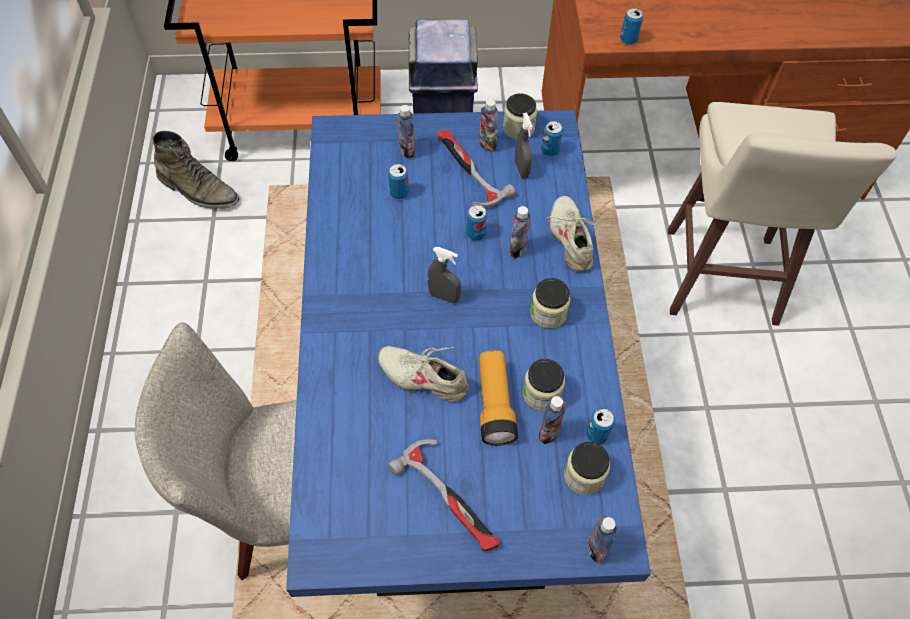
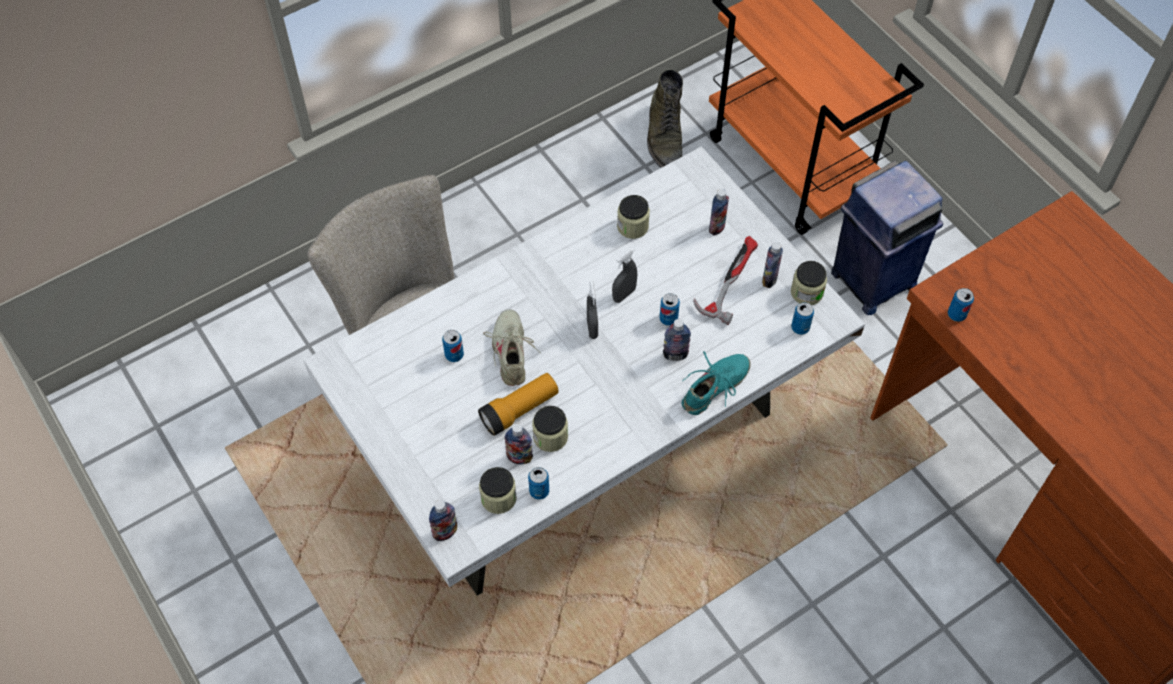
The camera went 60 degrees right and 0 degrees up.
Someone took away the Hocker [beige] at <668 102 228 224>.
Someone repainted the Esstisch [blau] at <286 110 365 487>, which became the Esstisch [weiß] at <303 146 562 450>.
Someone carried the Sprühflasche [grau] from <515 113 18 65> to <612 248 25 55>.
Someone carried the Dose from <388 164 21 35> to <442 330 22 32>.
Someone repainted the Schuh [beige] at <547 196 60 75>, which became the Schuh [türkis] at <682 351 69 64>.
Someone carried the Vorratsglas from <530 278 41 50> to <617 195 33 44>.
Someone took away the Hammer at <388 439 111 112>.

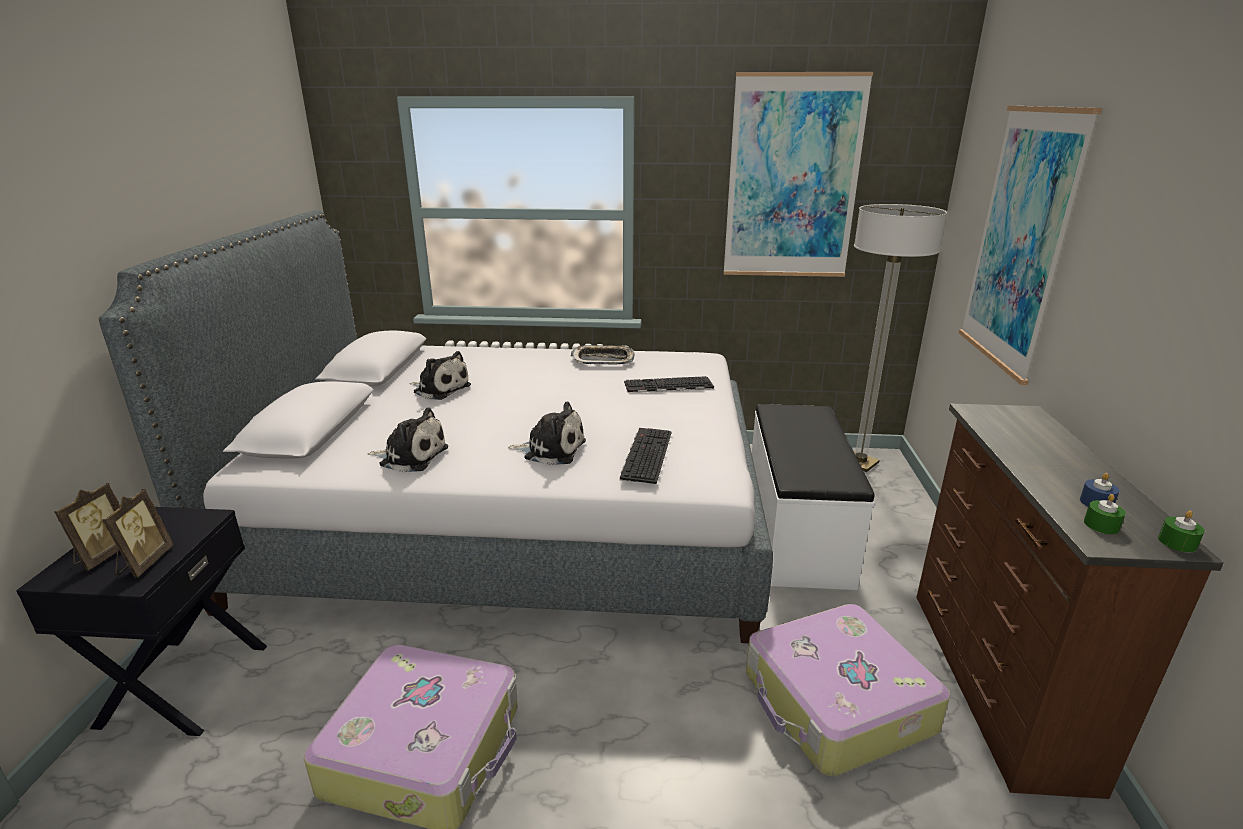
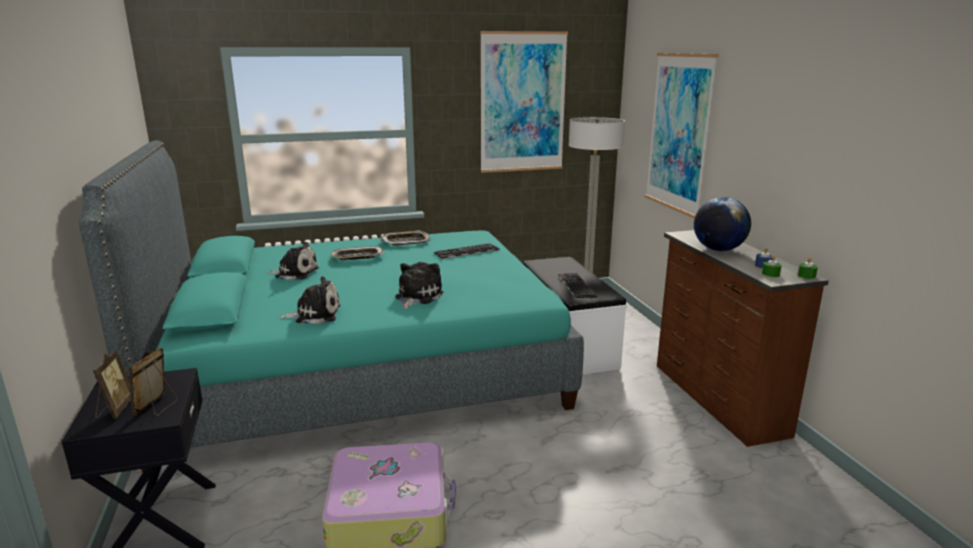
The camera went 20 degrees left and 5 degrees down.
Someone repainted the Bett [grau] at <98 210 675 433>, which became the Bett [türkis] at <79 140 505 333>.
Someone rotated the Plüschtier at <507 401 79 64> by 60 degrees counterclockwise.
Someone carried the Tastatur from <620 428 52 56> to <558 273 39 26>.
Someone rotated the Bilderrahmen at <102 489 71 89> by 150 degrees counterclockwise.
Someone took away the Koffer at <746 604 204 173>.
Someone put down the Globus at <694 197 57 54>.
Someone put down the Tablett at <330 246 54 14>.

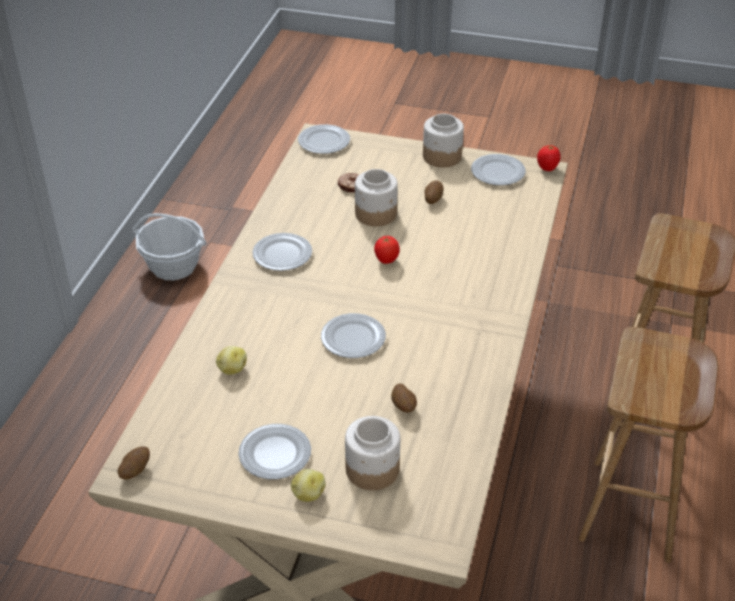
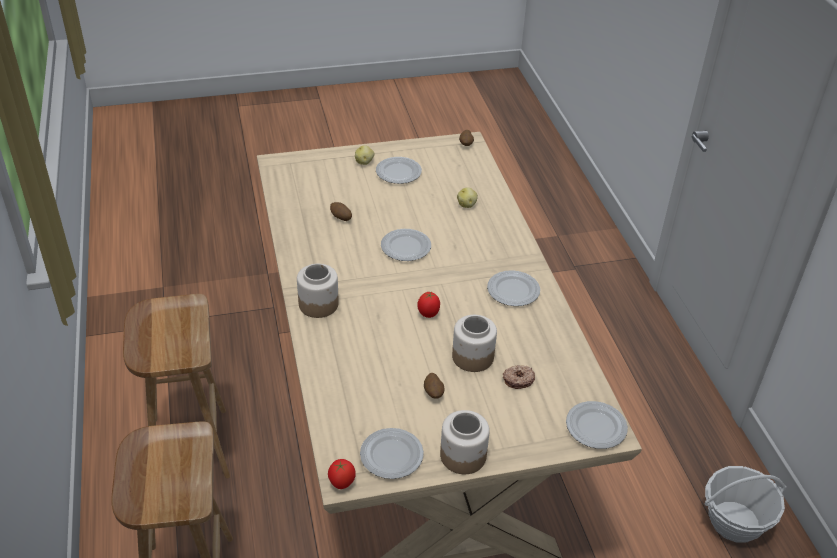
The camera went 150 degrees right and 0 degrees up.
Someone carried the Vorratsglas from <345 416 55 74> to <297 264 42 54>.

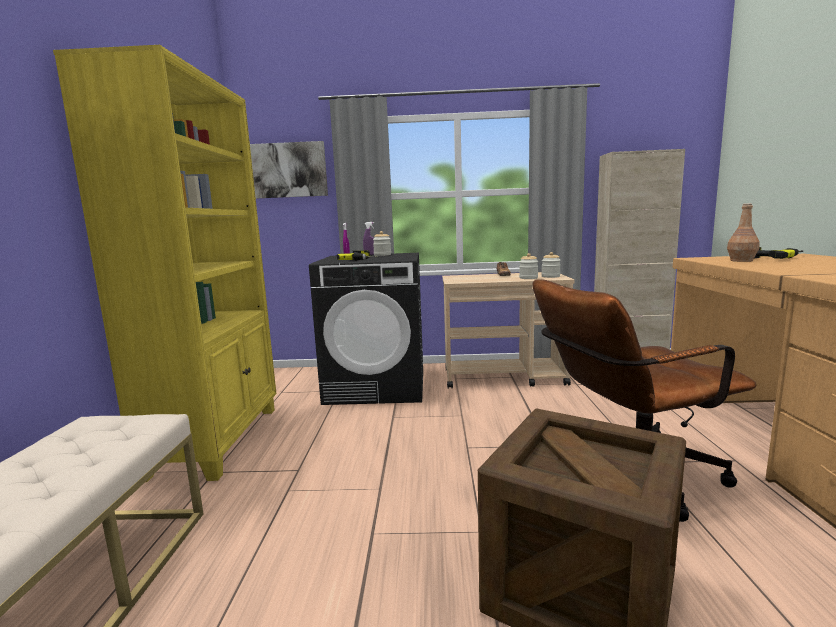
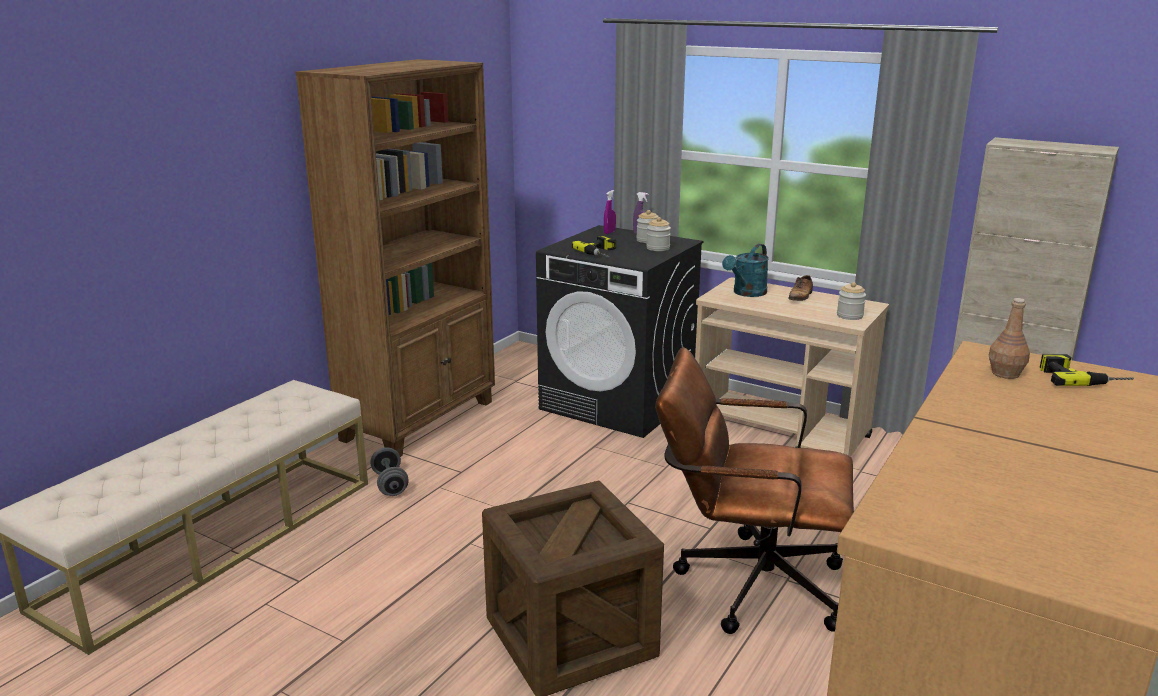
The camera went 30 degrees right and 10 degrees up.
Someone repainted the Bücherregal [gelb] at <53 45 223 437>, which became the Bücherregal [braun] at <295 59 200 398>.
Someone took away the Bild at <250 141 78 57>.
Someone carried the Vorratsglas from <519 253 19 26> to <646 217 25 34>.
Someone put down the Gießkanne [türkis] at <722 244 47 53>.
Someone put down the Hantel [grau] at <370 447 39 49>.

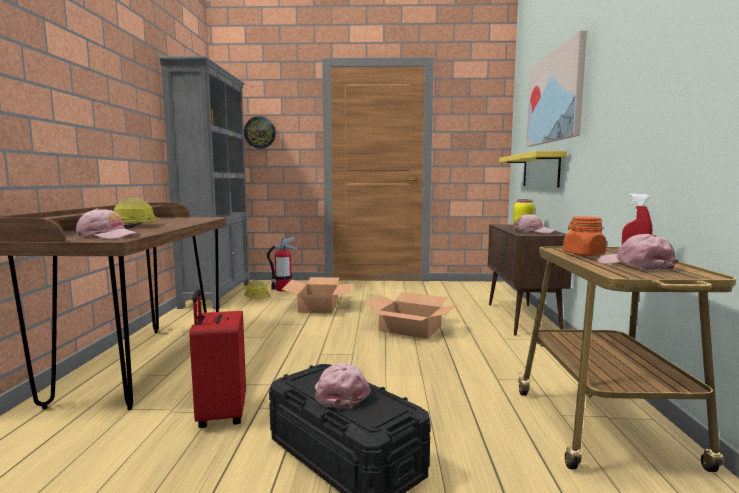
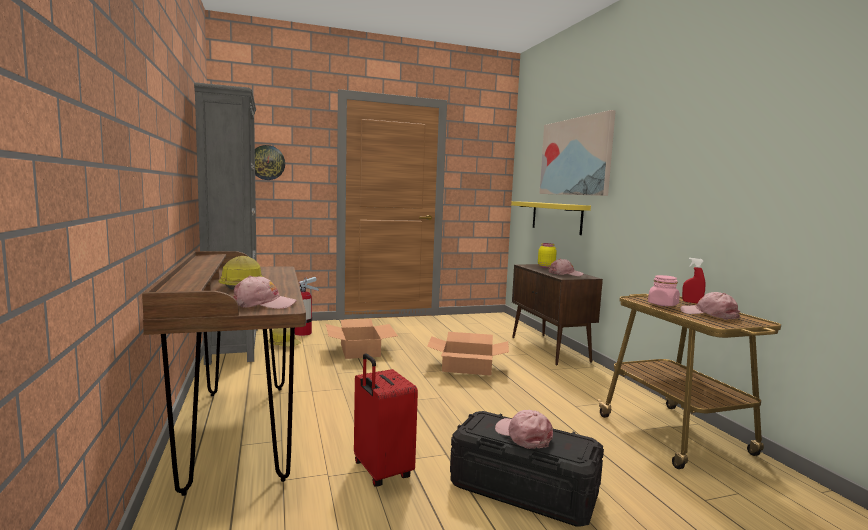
The camera went 20 degrees left and 0 degrees up.
Someone repainted the Vorratsglas [orange] at <563 216 43 40>, which became the Vorratsglas [rosa] at <648 275 32 31>.

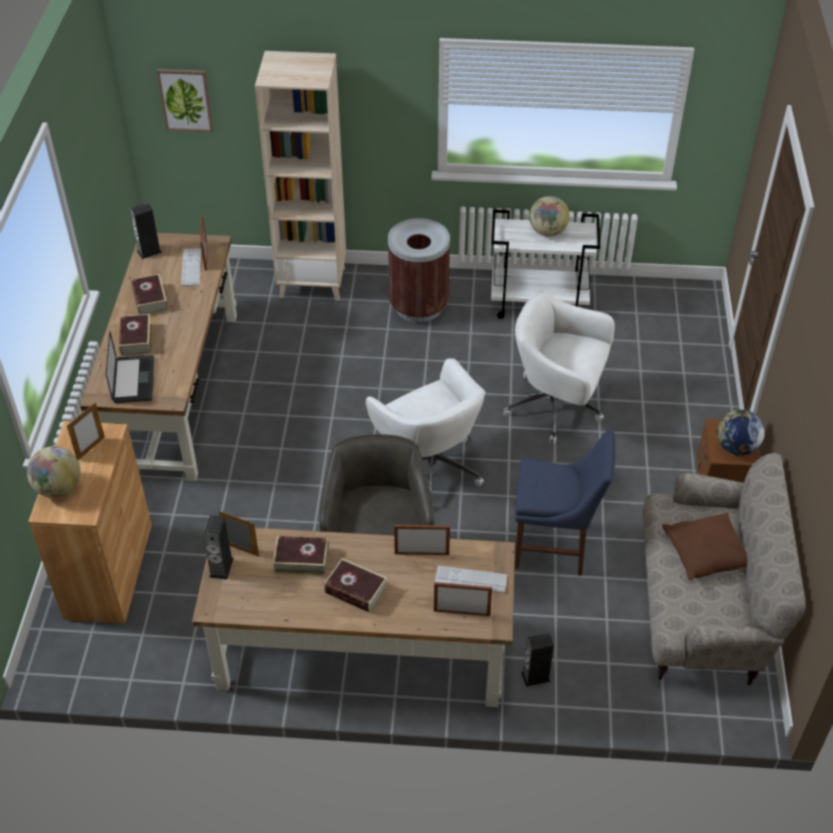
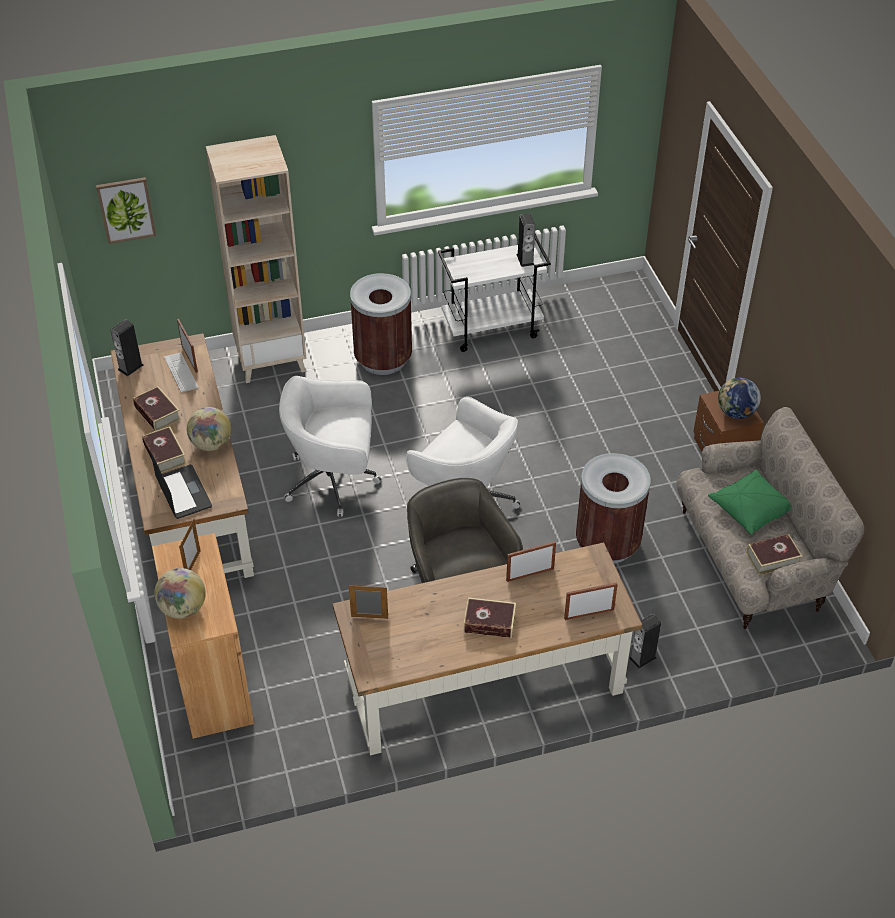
The camera went 20 degrees left and 0 degrees up.
Someone carried the Globus from <529 196 41 41> to <187 407 44 44>.
Someone carried the Bürostuhl [weiß] from <503 293 112 151> to <279 376 103 141>.
Someone swapped the Stuhl [blau] at <515 431 100 145> for the Mülleimer [braun] at <576 453 75 111>.
Someone repainted the Kissen [braun] at <662 512 85 68>, which became the Kissen [grün] at <708 469 83 66>.
Someone carried the Lautsprecher from <203 515 30 65> to <517 213 18 54>.
Someone carried the Buch from <273 536 56 39> to <746 534 56 41>.
Someone took away the Tastatur at <435 566 72 27>.

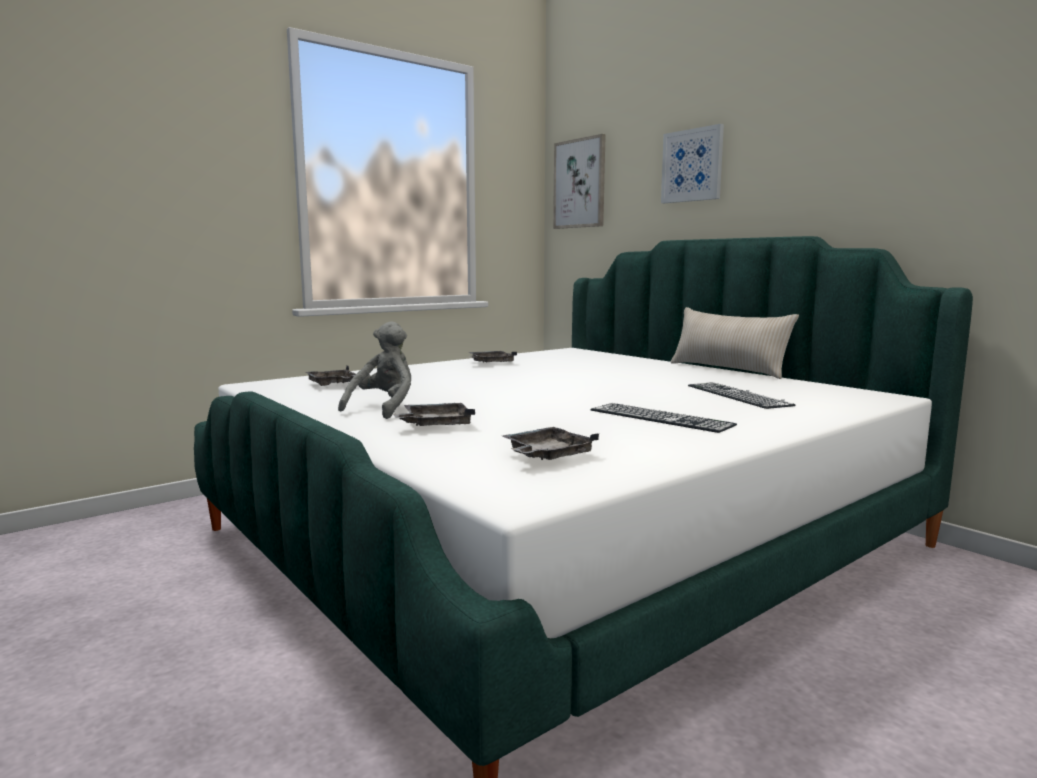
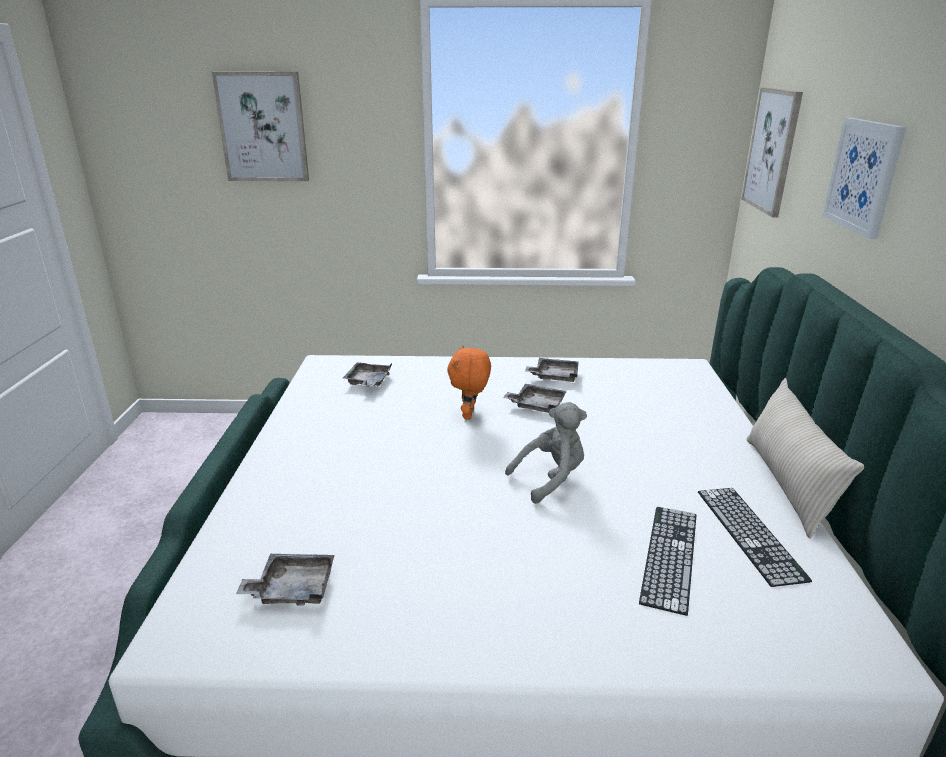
The camera went 40 degrees right and 15 degrees up.
Someone carried the Plüschtier [grau] from <338 321 73 98> to <505 402 82 102>.
Someone carried the Tablett [grau] from <393 403 82 23> to <503 384 64 29>.
Someone carried the Tastatur from <591 403 146 30> to <698 488 114 99>.
Someone put up the Bild at <212 72 97 109>.
Someone put down the Plüschtier [orange] at <447 345 44 75>.

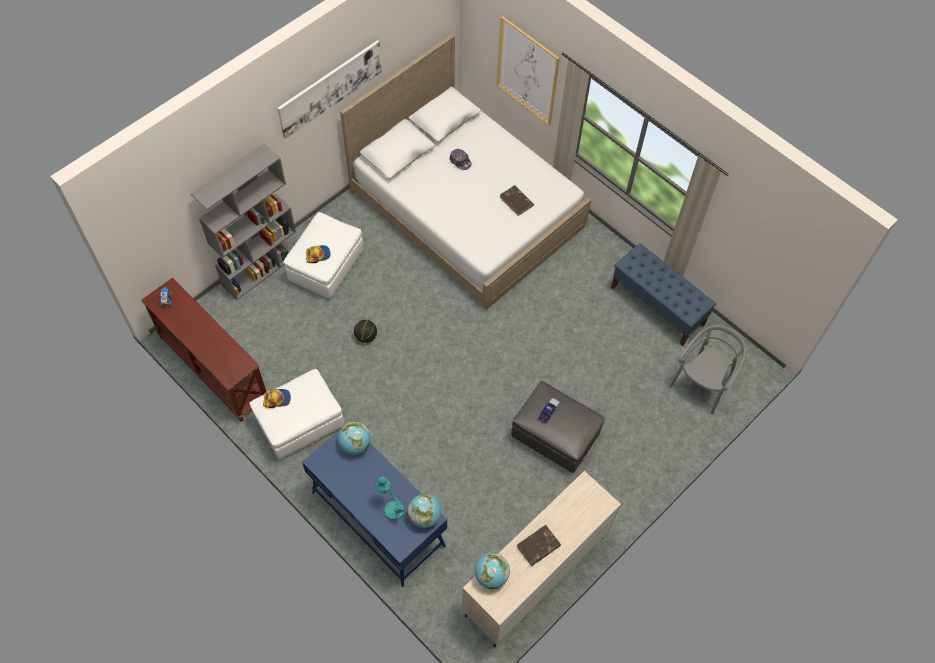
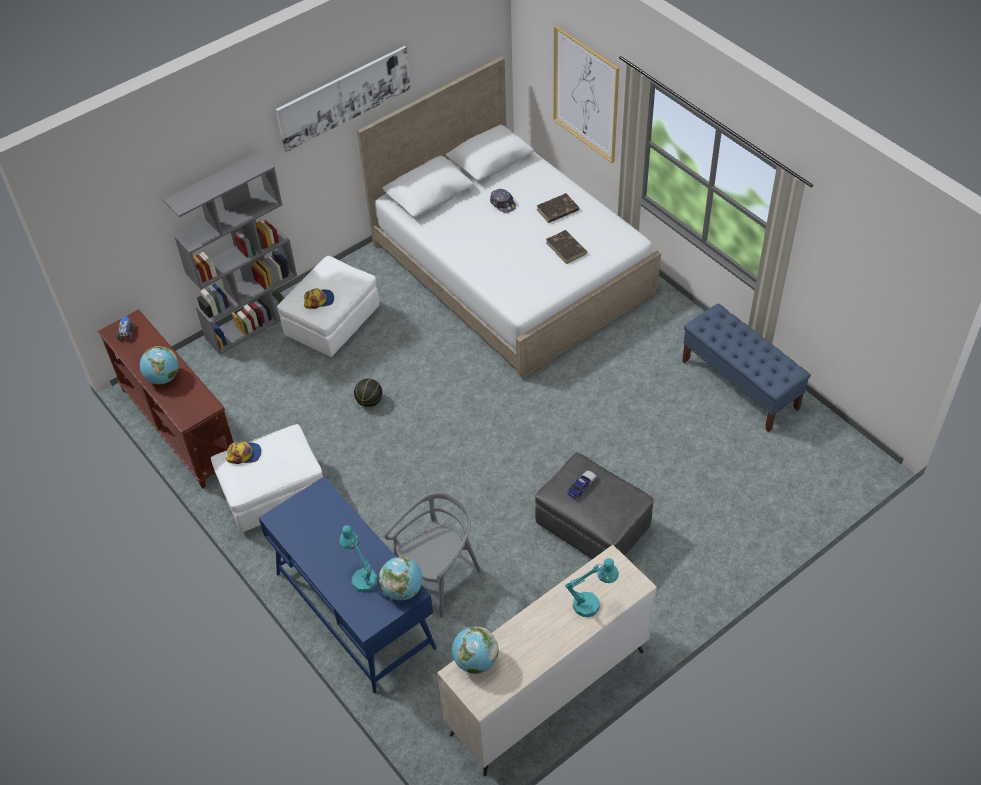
The camera went 10 degrees right and 10 degrees down.
Someone carried the Stuhl [grau] from <669 325 77 89> to <384 492 97 126>.
Someone carried the Globus from <338 422 33 33> to <140 346 39 38>.
Someone carried the Buch [braun] from <517 525 44 41> to <537 193 42 30>.
Someone put down the Tischlampe [türkis] at <565 558 54 59>.

